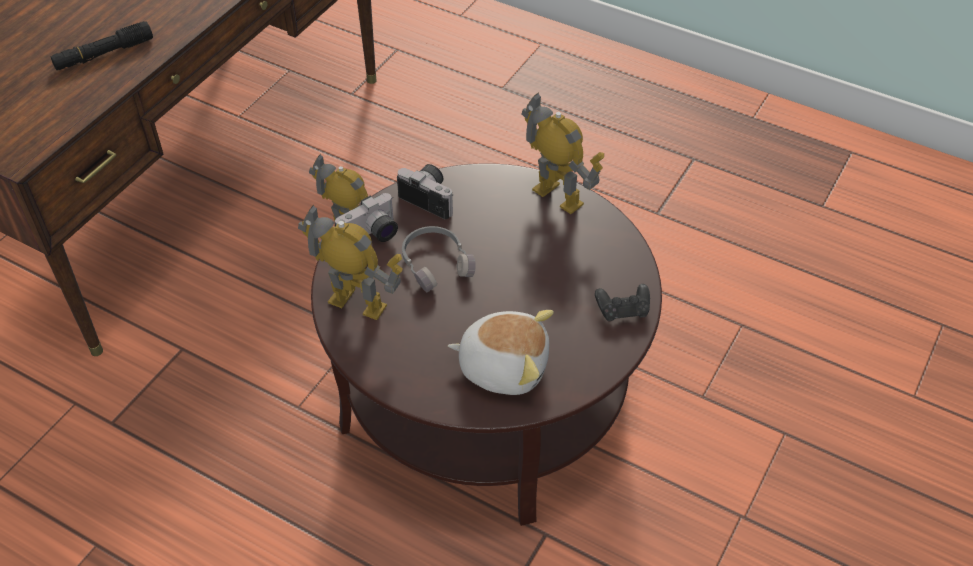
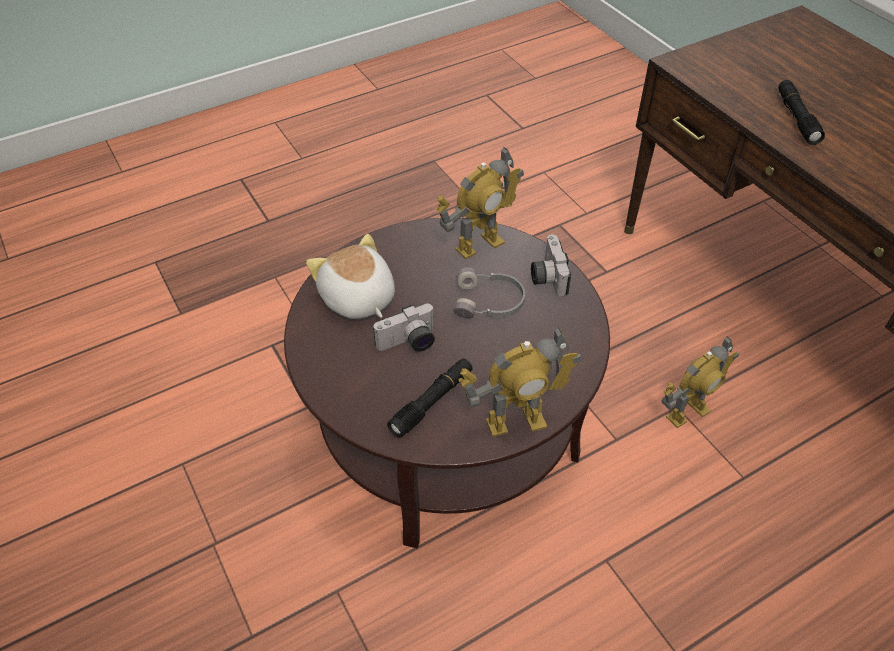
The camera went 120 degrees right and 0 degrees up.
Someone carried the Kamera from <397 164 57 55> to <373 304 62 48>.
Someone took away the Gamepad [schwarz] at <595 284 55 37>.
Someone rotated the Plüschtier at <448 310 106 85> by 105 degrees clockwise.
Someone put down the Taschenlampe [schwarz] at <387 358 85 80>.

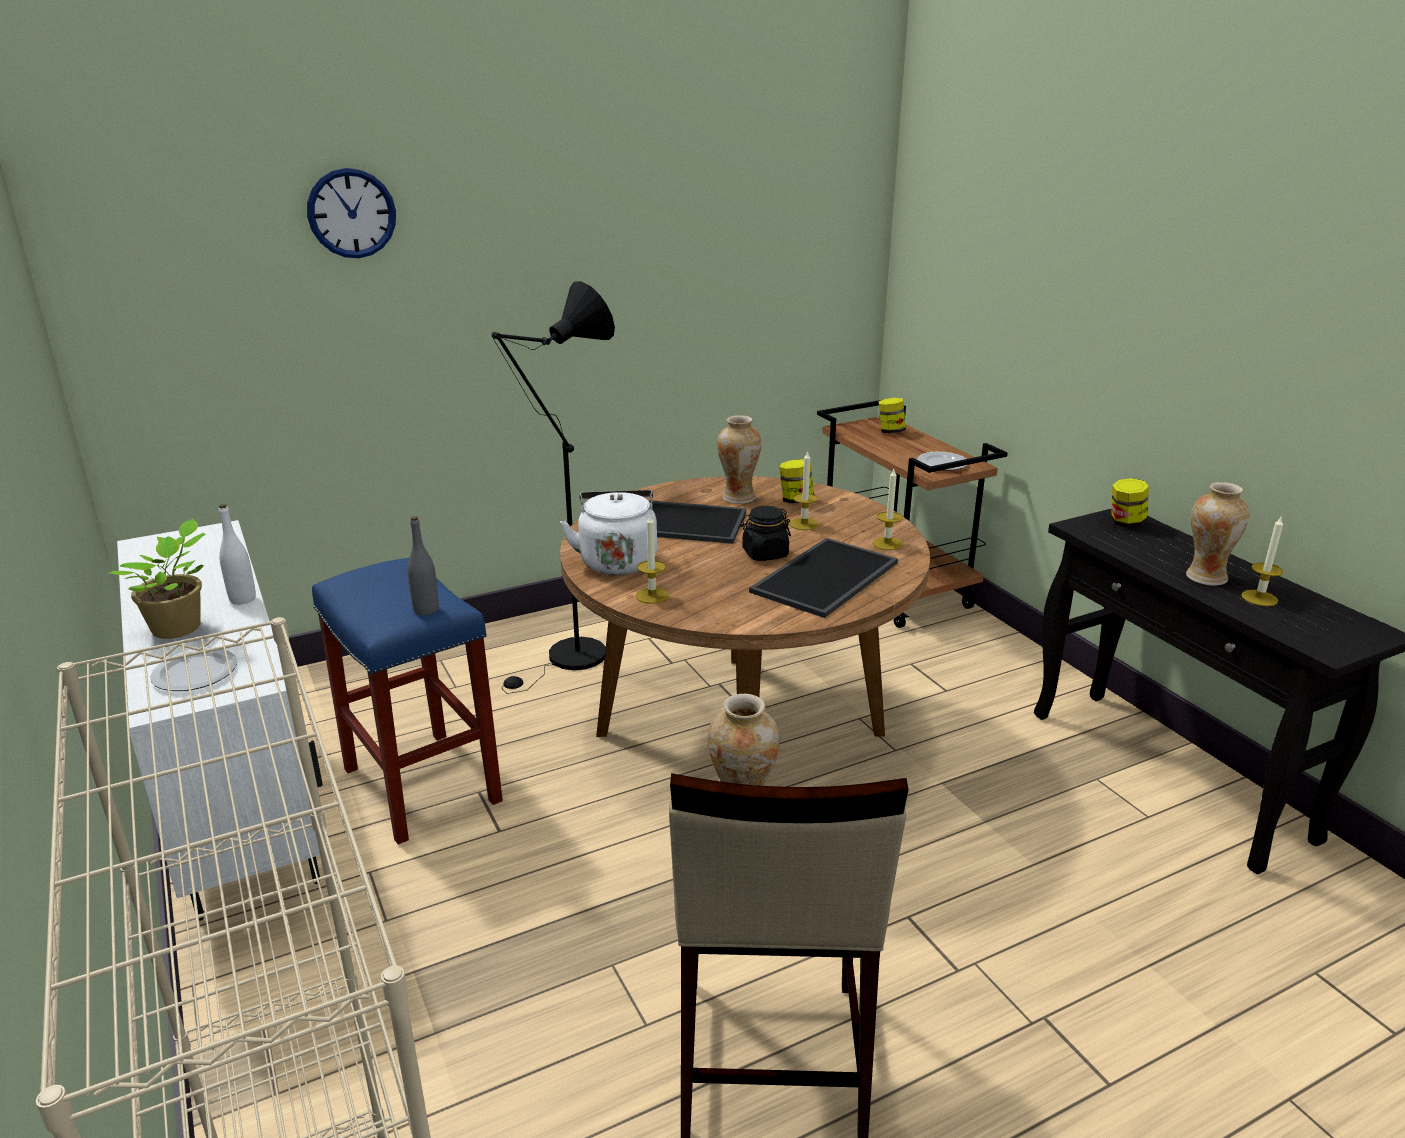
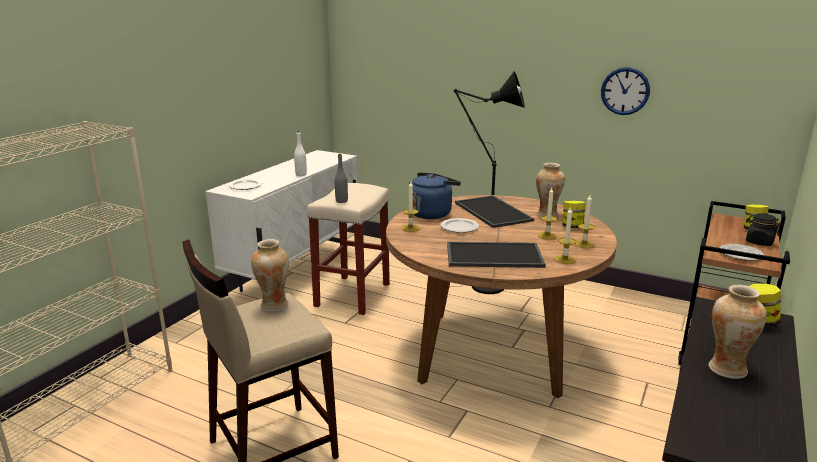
The camera went 55 degrees right and 5 degrees down.
Someone carried the Wanduhr from <307 168 89 90> to <601 67 49 48>.
Someone repainted the Wasserkessel [weiß] at <560 490 97 85>, which became the Wasserkessel [blau] at <409 173 52 46>.
Someone carried the Vorratsglas [schwarz] from <740 506 51 55> to <746 213 35 33>.
Someone carried the Kerze from <1241 517 42 89> to <575 195 20 53>.
Someone took away the Topfpflanze at <109 518 97 121>.
Someone repainted the Hocker [blau] at <312 558 191 287>, which became the Hocker [beige] at <307 183 83 132>.
Someone put down the Teller at <441 218 38 15>.

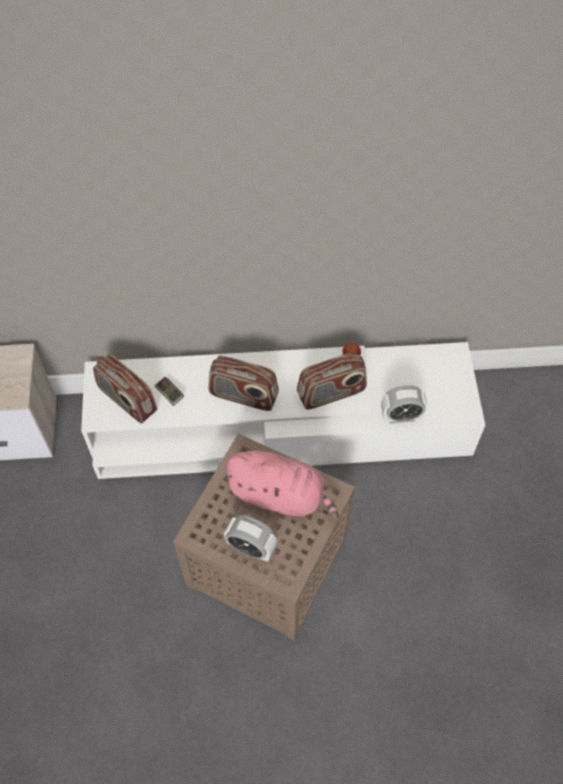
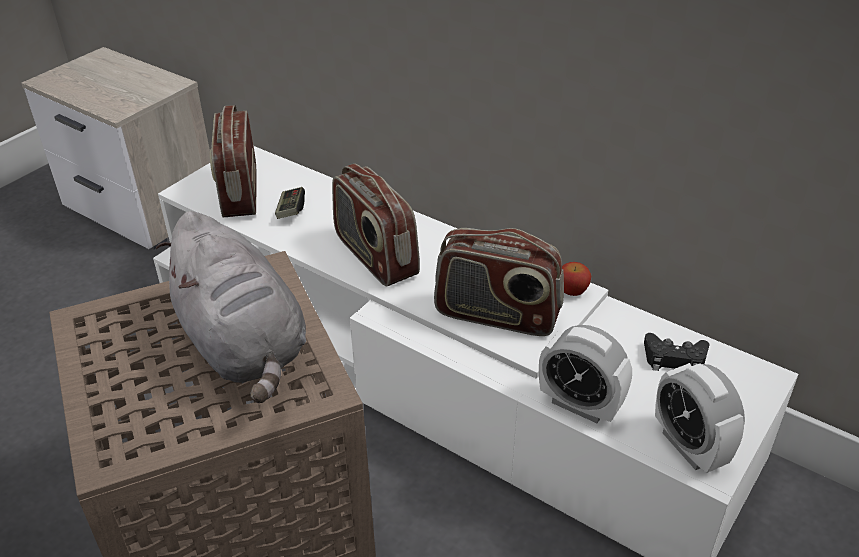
The camera went 40 degrees right and 20 degrees down.
Someone repainted the Plüschtier [rosa] at <223 451 116 68>, which became the Plüschtier [grau] at <156 211 150 192>.
Someone carried the Wecker from <224 515 53 47> to <655 363 90 110>.
Someone put down the Gamepad [schwarz] at <644 333 66 38>.

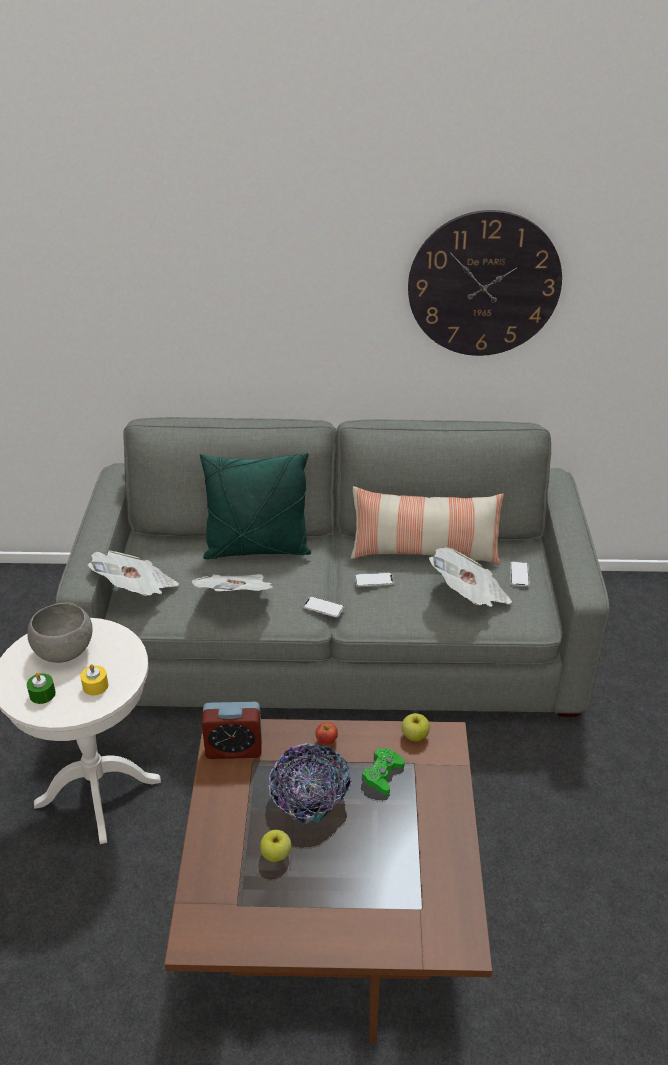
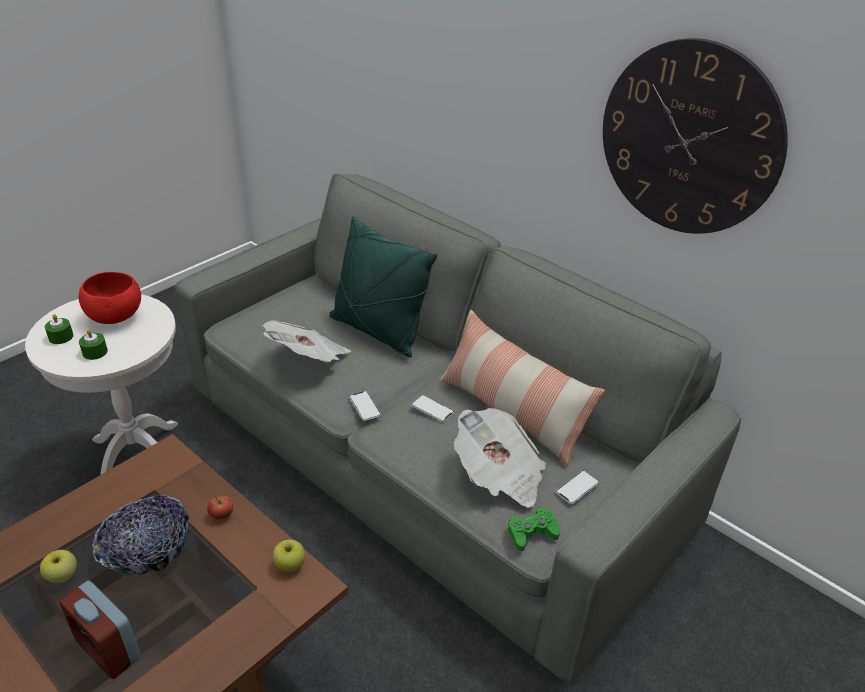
The camera went 40 degrees right and 0 degrees up.
Someone took away the Zeitung at <87 550 92 46>.
Someone repainted the Schüssel [grau] at <27 602 66 61>, which became the Schüssel [rot] at <79 272 62 52>.
Someone repainted the Kerze [gelb] at <80 664 28 32>, which became the Kerze [grün] at <79 329 29 31>.
Someone carried the Wecker from <202 702 60 57> to <59 581 82 98>.
Someone carried the Gamepad [grün] from <362 748 43 47> to <508 507 52 44>.

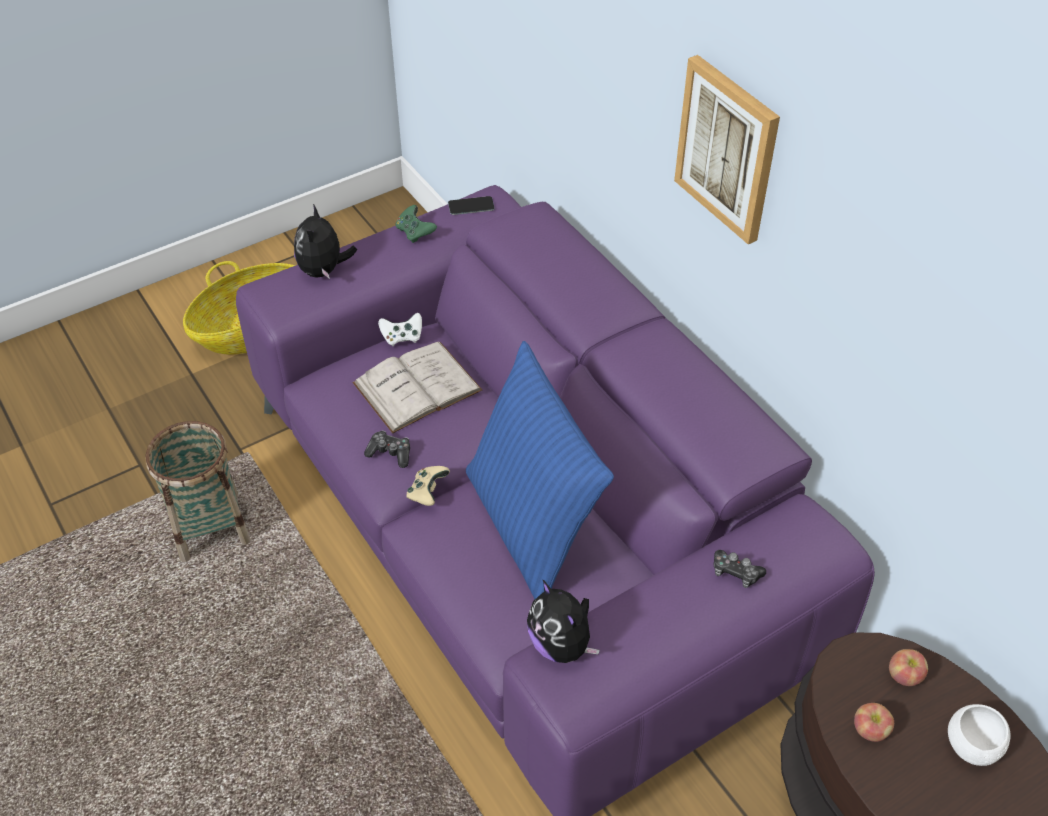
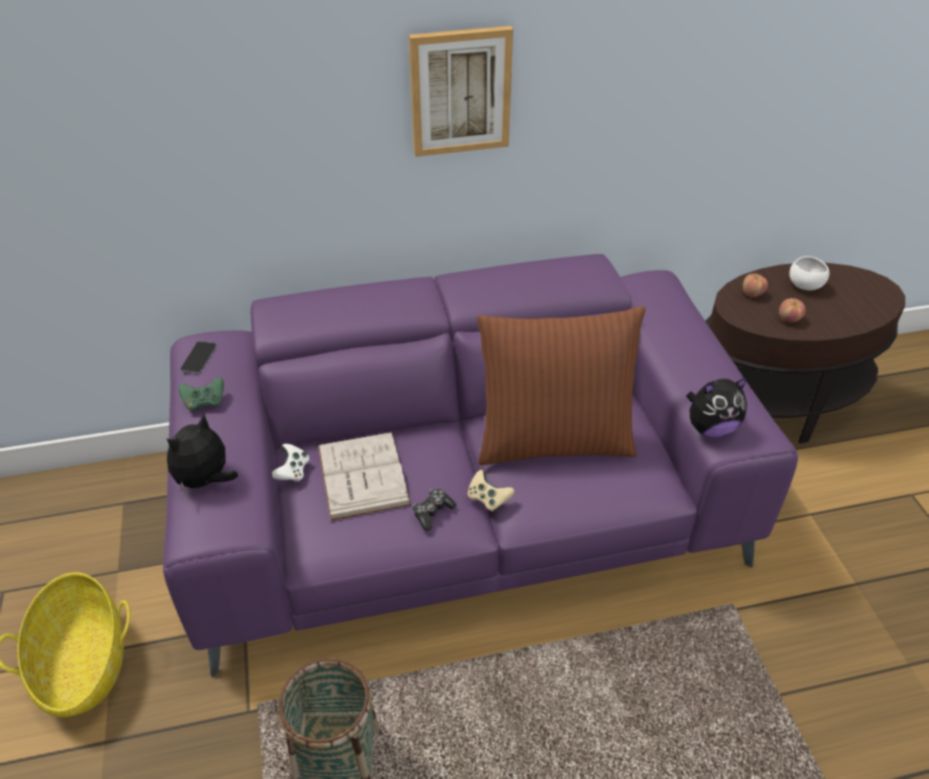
The camera went 70 degrees left and 5 degrees down.
Someone rotated the Plüschtier at <294 204 63 75> by 105 degrees clockwise.
Someone repainted the Kissen [blau] at <466 341 148 258>, which became the Kissen [braun] at <477 306 169 159>.
Someone took away the Gamepad at <713 550 53 38>.

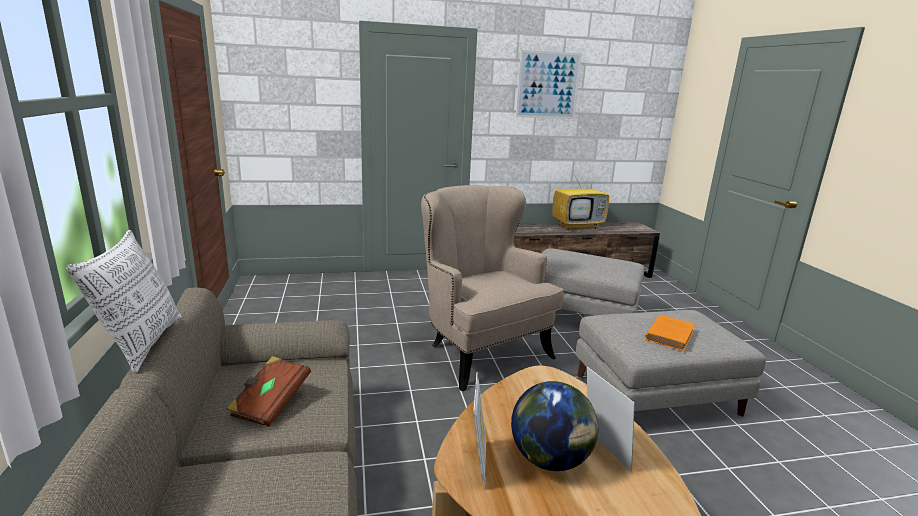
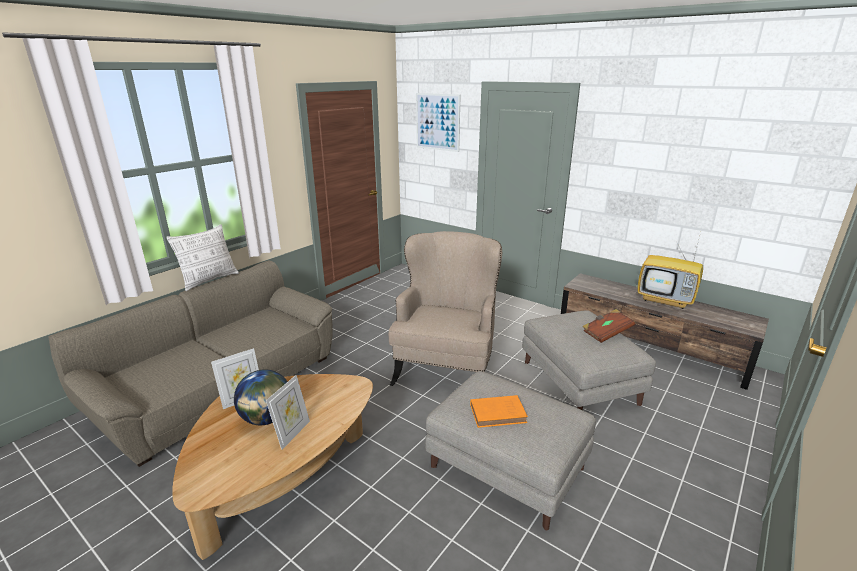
The camera went 50 degrees right and 5 degrees up.
Someone carried the Bild from <516 50 66 69> to <416 93 45 59>.
Someone carried the Buch [braun] from <226 356 85 71> to <582 309 53 34>.

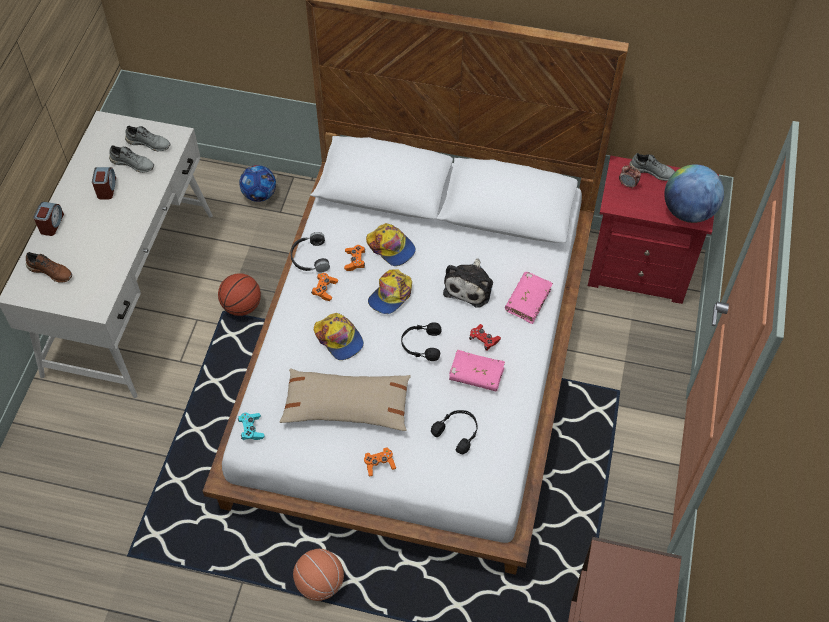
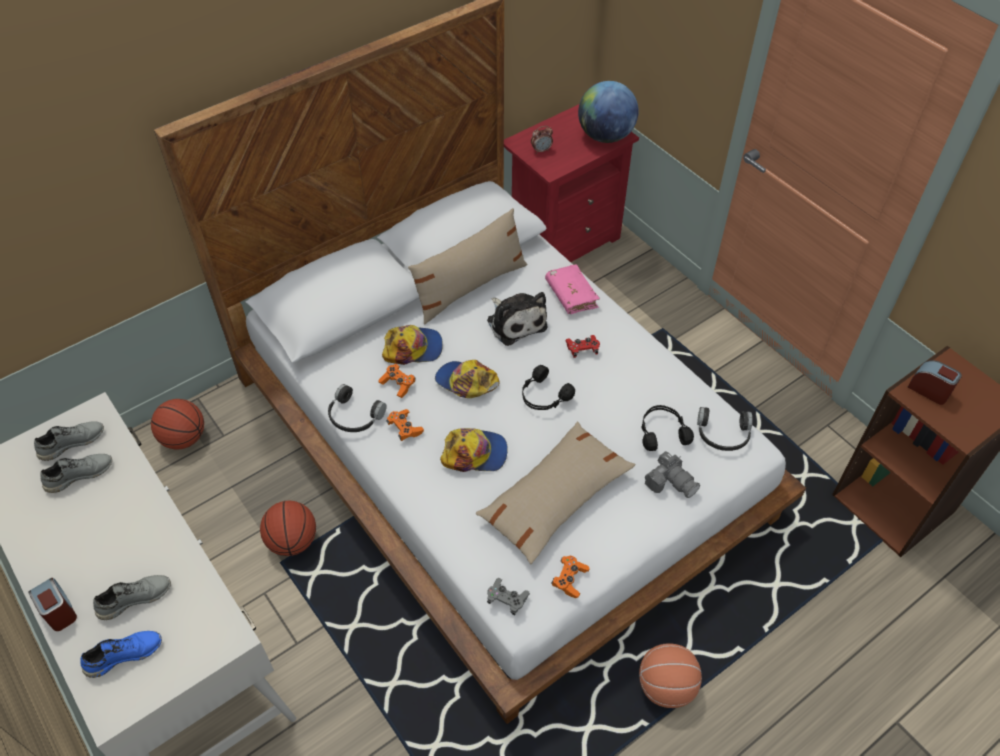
The camera went 50 degrees left and 5 degrees down.
Someone carried the Schuh [grau] from <629 153 46 28> to <93 575 78 45>.
Someone swapped the Fußball at <239 165 37 37> for the Basketball at <151 399 53 51>.
Someone carried the Wecker from <92 167 24 32> to <908 360 54 45>.
Someone repainted the Schuh [braun] at <26 252 46 31>, which became the Schuh [blau] at <80 631 82 47>.
Someone rotated the Kappe at <368 269 44 45> by 135 degrees clockwise.
Someone took away the Buch [rosa] at <449 350 56 42>.
Someone repainted the Gamepad [türkis] at <238 413 26 27>, which became the Gamepad [grau] at <487 578 43 37>.
Someone carried the Gamepad [orange] from <364 447 32 29> to <551 556 39 42>.
Someone put down the Kissen [beige] at <408 208 119 116>.
Someone put down the Kopfhörer [schwarz] at <697 407 56 44>.
Someone put down the Kamera at <645 451 55 47>.

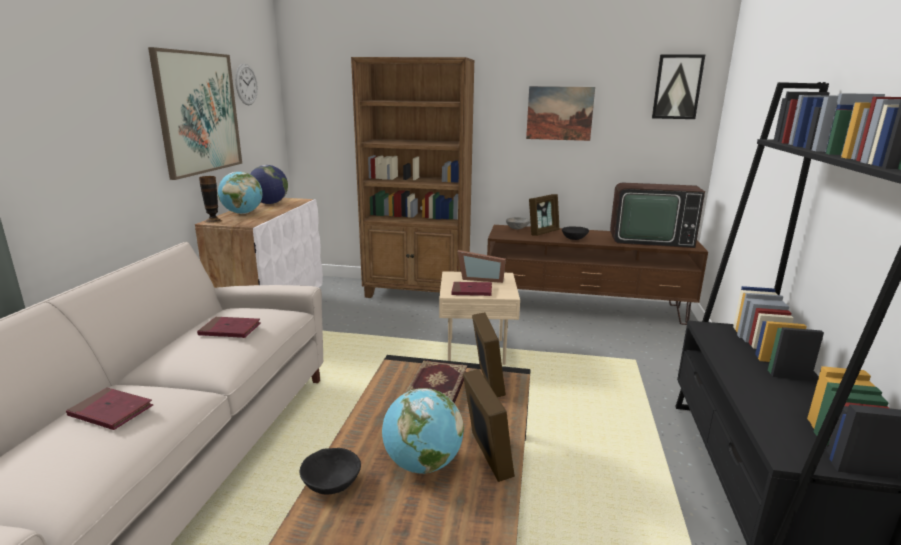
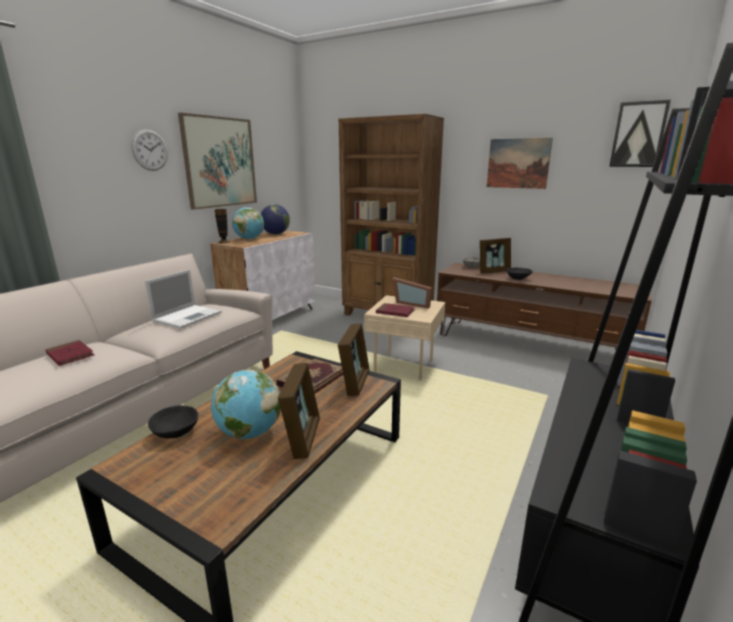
The camera went 20 degrees right and 0 degrees up.
Someone carried the Wanduhr from <235 64 23 41> to <131 129 37 42>.
Someone took away the Fernseher at <610 183 95 65>.
Someone swapped the Buch [rot] at <197 317 64 21> for the Laptop at <145 269 77 60>.

